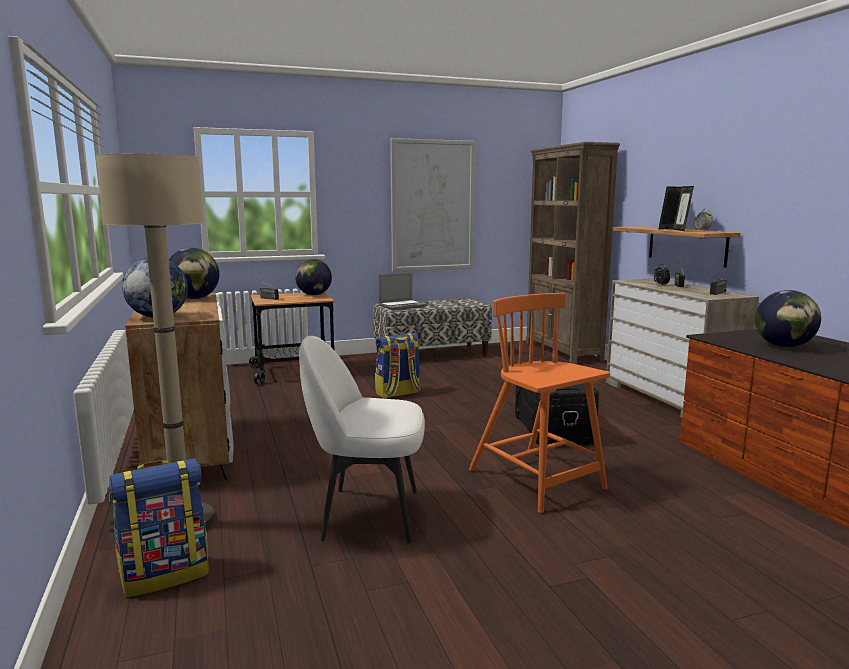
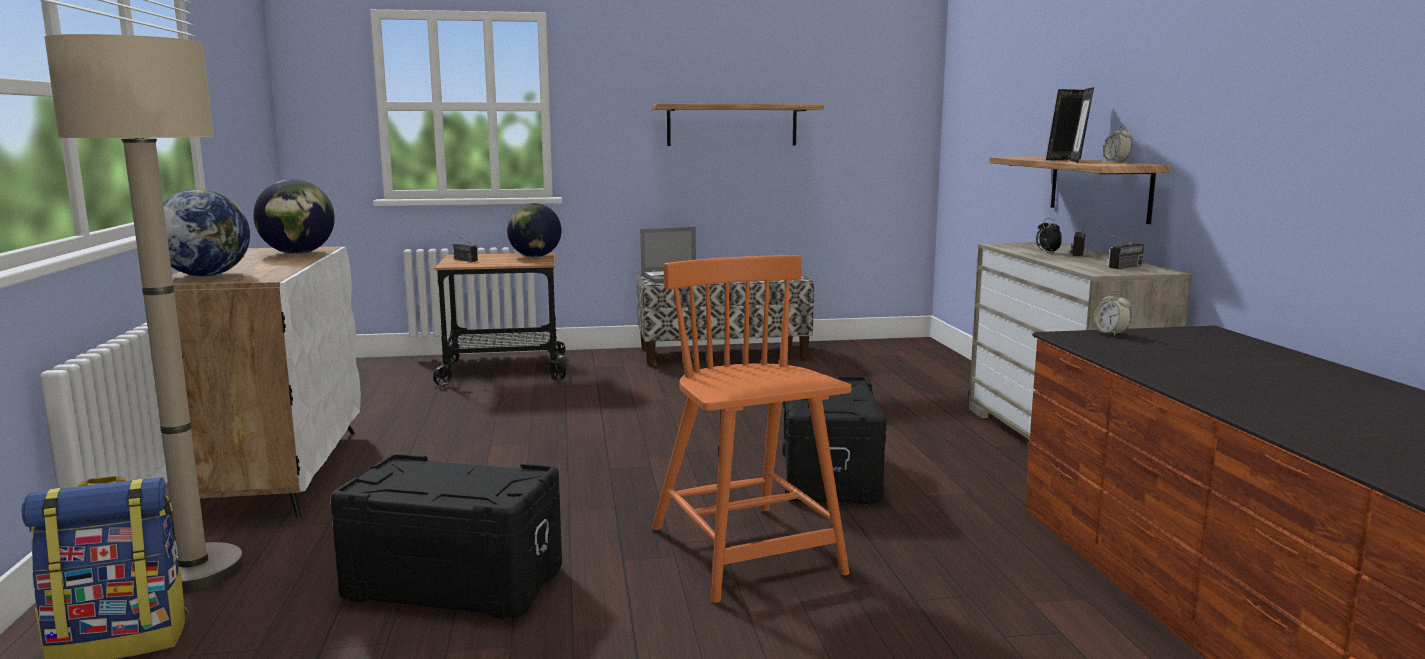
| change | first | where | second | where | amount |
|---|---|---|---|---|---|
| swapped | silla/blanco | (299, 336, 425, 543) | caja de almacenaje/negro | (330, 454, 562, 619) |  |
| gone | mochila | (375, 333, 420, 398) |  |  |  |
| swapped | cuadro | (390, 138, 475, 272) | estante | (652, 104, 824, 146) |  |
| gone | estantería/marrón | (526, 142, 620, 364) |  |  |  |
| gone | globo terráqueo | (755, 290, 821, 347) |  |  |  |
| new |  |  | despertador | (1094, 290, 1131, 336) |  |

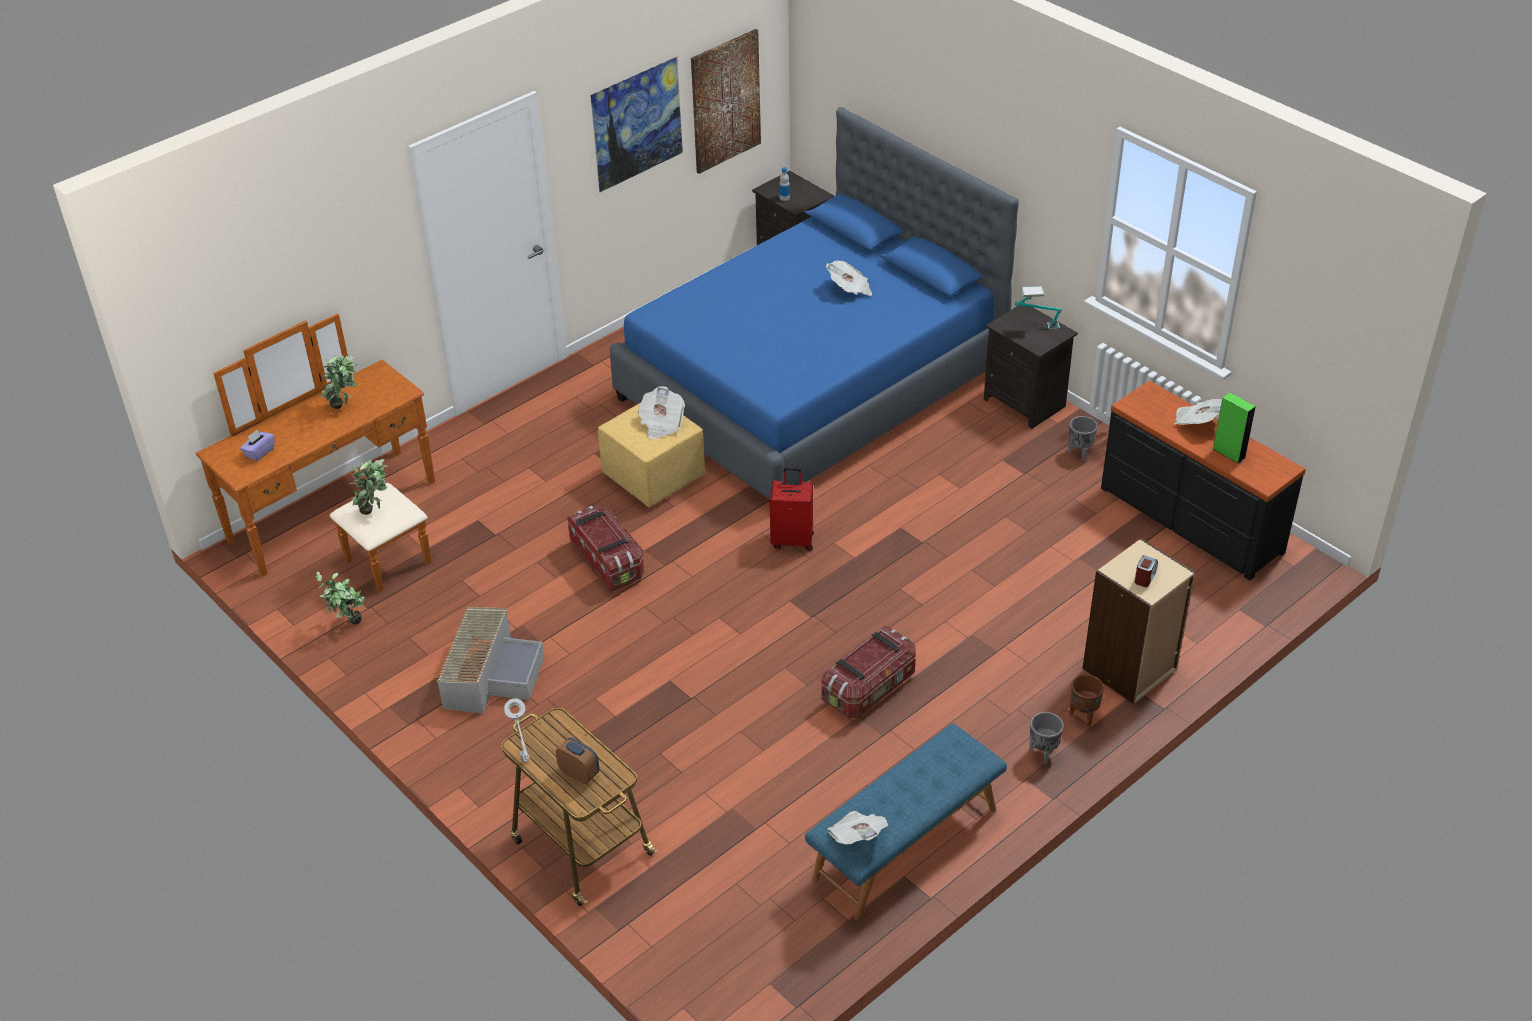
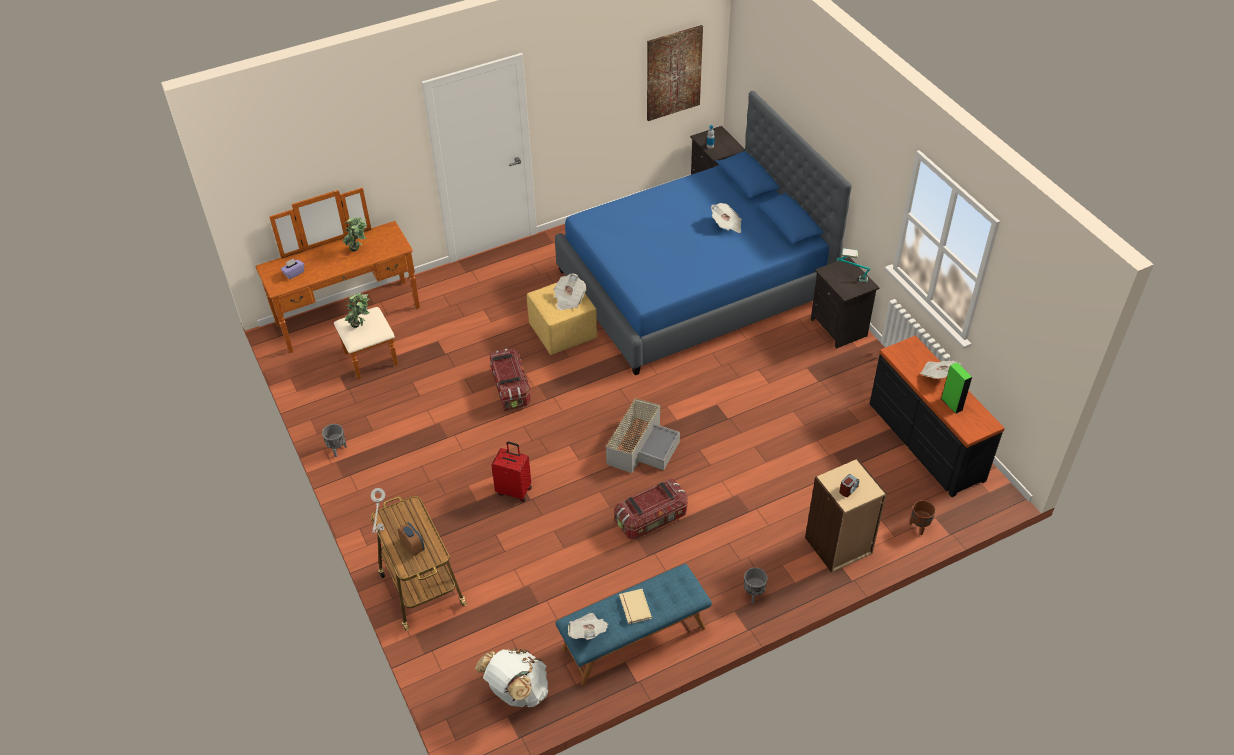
| change | first | where | second | where | amount |
|---|---|---|---|---|---|
| gone | planta en maceta | (316, 571, 365, 624) |  |  |  |
| shifted | caja de almacenaje/gris | (436, 607, 544, 713) |  | (606, 398, 680, 473) |  |
| gone | cuadro | (590, 57, 683, 193) |  |  |  |
| shifted | maleta/rojo | (770, 467, 814, 551) |  | (491, 442, 532, 502) |  |
| shifted | maceta/gris | (1068, 416, 1098, 461) |  | (322, 424, 347, 457) |  |
| shifted | maceta/marrón | (1070, 675, 1104, 726) |  | (910, 500, 936, 535) |  |
| new |  |  | mochila/blanco | (475, 648, 548, 707) |  |
| new |  |  | libro/beis | (619, 589, 652, 624) |  |

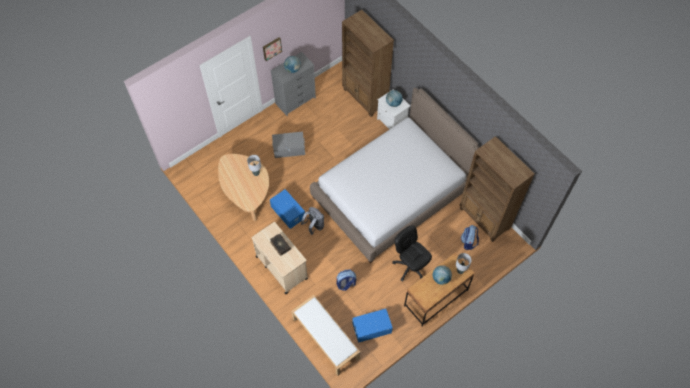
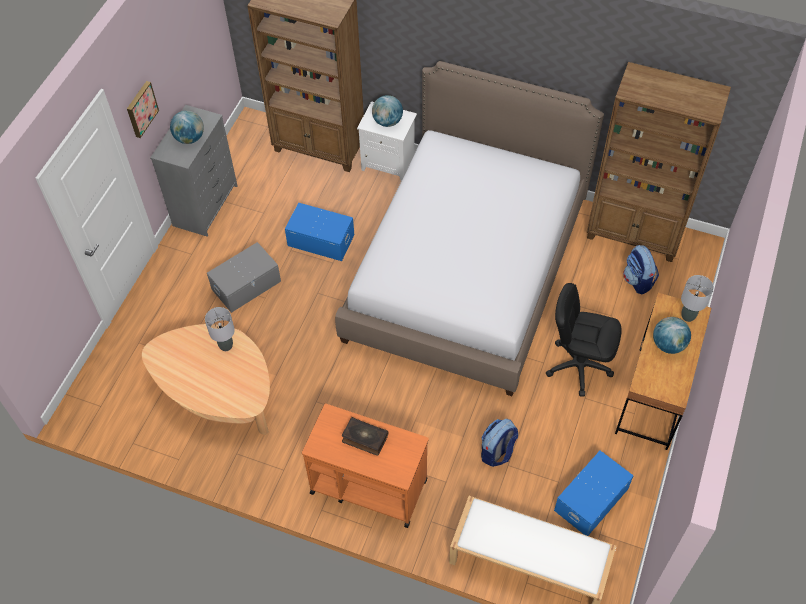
| change | first | where | second | where | amount |
|---|---|---|---|---|---|
| repainted | carrito/beis | (251, 222, 308, 294) | carrito/naranja | (302, 404, 429, 528) |  |
| shifted | caja de almacenaje/azul | (270, 189, 306, 229) |  | (285, 202, 354, 261) |  |
| gone | mochila/gris | (301, 207, 324, 235) |  |  |  |

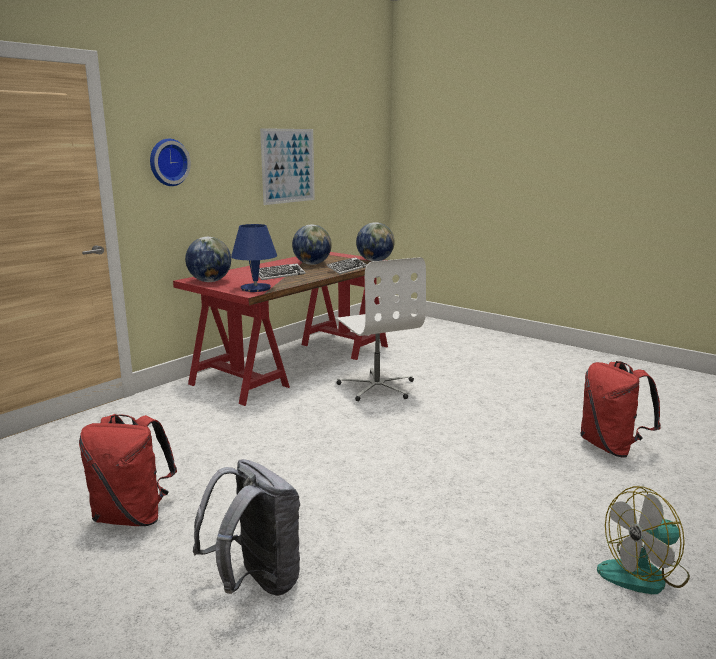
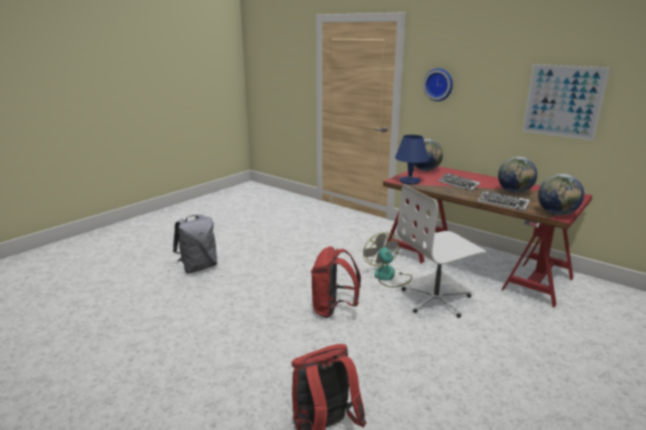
| change | first | where | second | where | amount |
|---|---|---|---|---|---|
| shifted | mochila/rojo | (79, 414, 177, 526) |  | (311, 246, 361, 318) |  |
| shifted | ventilador | (597, 486, 690, 594) |  | (363, 232, 412, 288) |  |

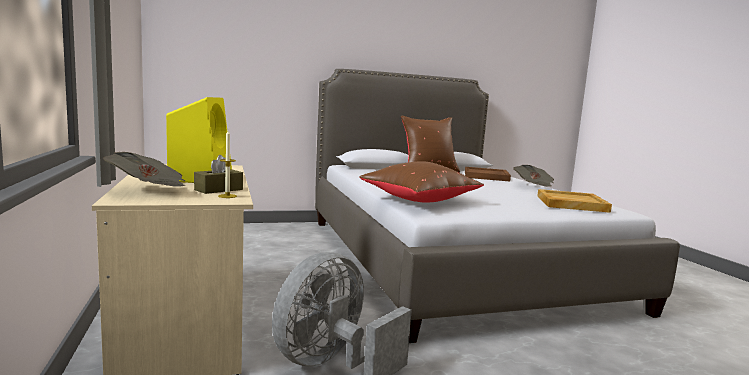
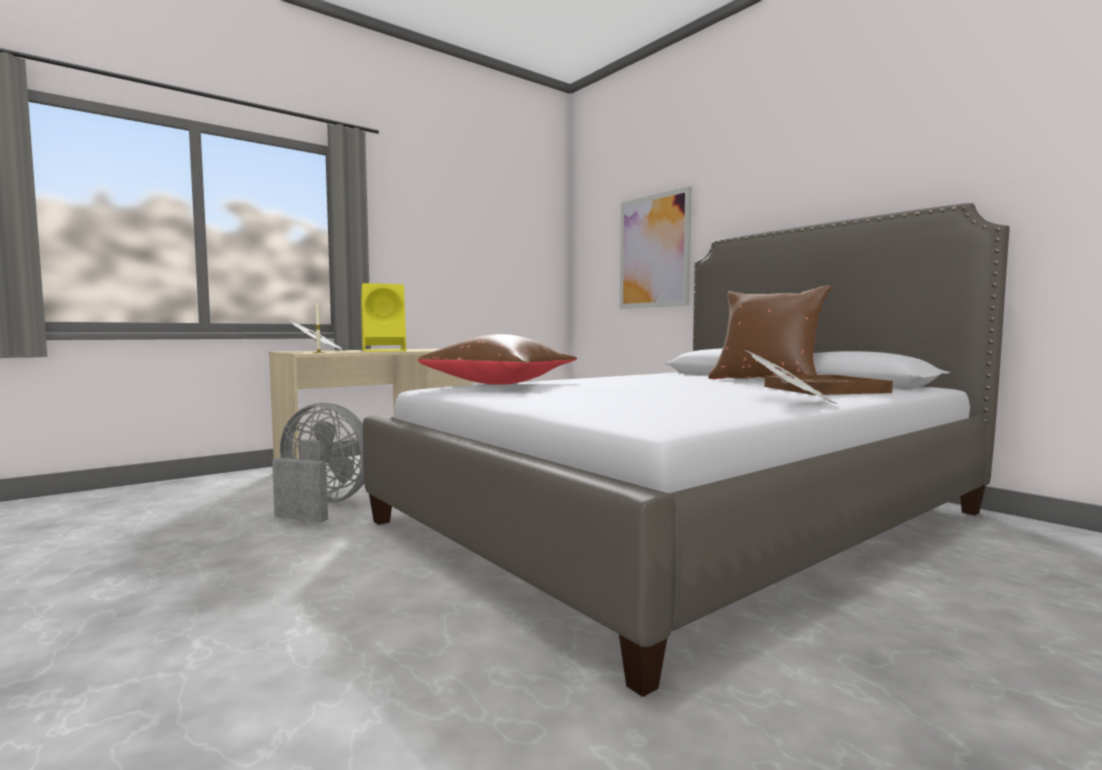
| change | first | where | second | where | amount |
|---|---|---|---|---|---|
| gone | caja de pañuelos/marrón | (194, 155, 243, 194) |  |  |  |
| gone | bandeja/beis | (537, 189, 612, 213) |  |  |  |
| new |  |  | cuadro | (620, 186, 692, 309) |  |

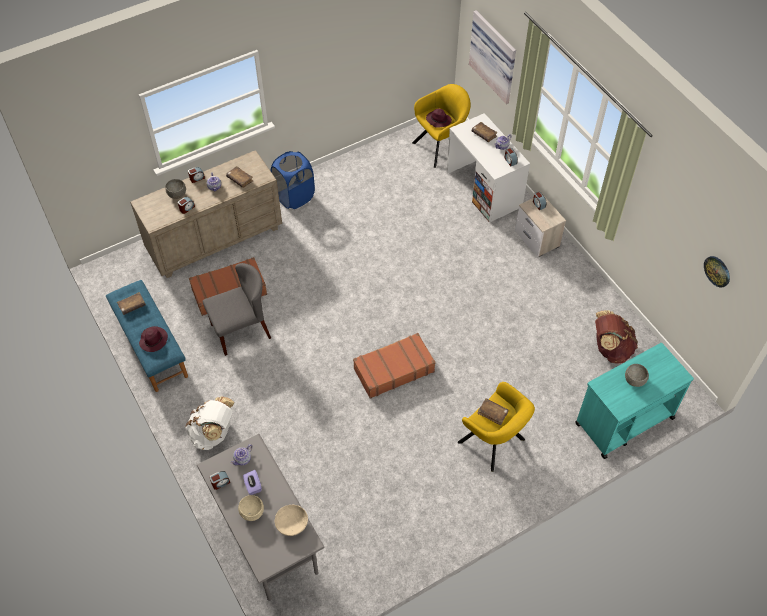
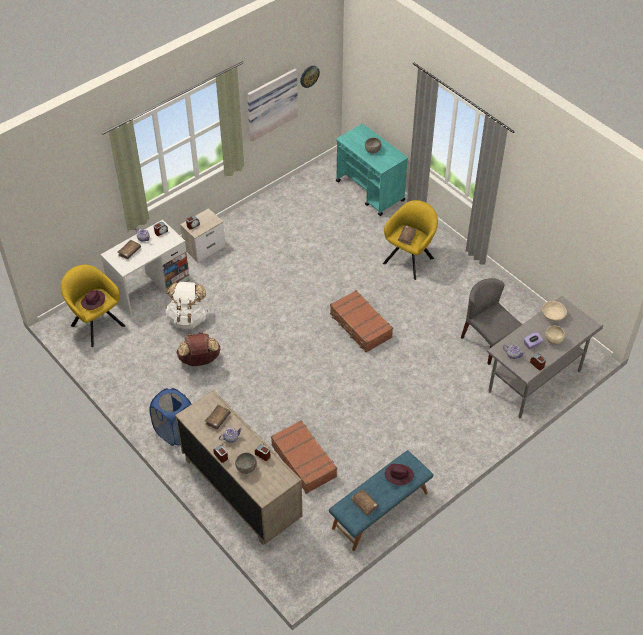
| change | first | where | second | where | amount |
|---|---|---|---|---|---|
| shifted | mochila/blanco | (185, 396, 234, 450) |  | (165, 282, 208, 329) |  |
| shifted | silla/gris | (203, 263, 271, 356) |  | (461, 278, 522, 365) |  |
| shifted | cuadro | (469, 10, 516, 104) |  | (247, 69, 298, 142) |  |
| shifted | mochila/marrón | (595, 310, 638, 364) |  | (177, 332, 221, 366) |  |

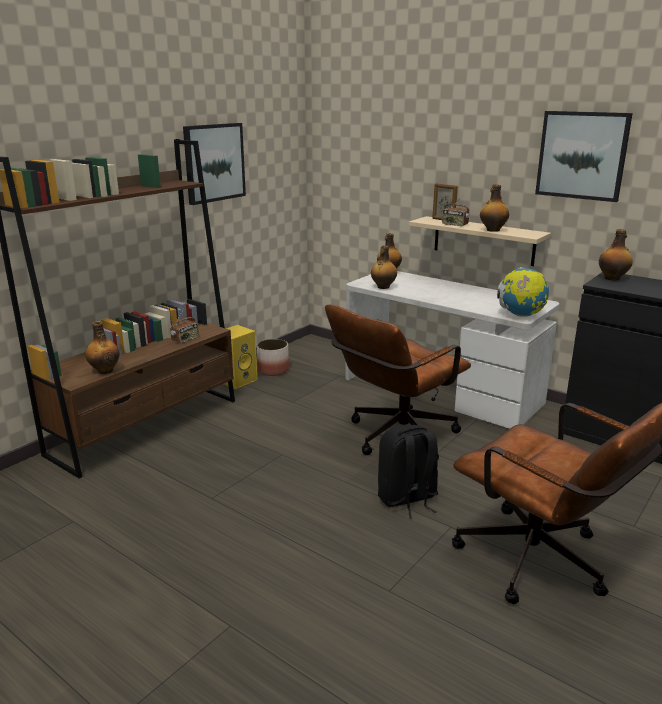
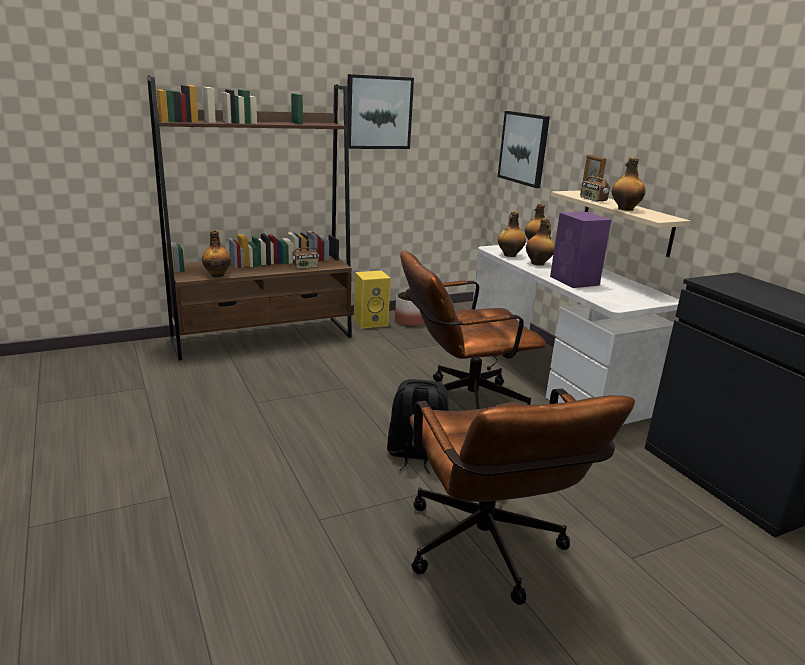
| change | first | where | second | where | amount |
|---|---|---|---|---|---|
| gone | globo terráqueo | (497, 267, 549, 317) |  |  |  |
| shifted | cuadro | (535, 111, 633, 202) |  | (498, 111, 550, 188) |  |
| shifted | botella | (599, 229, 633, 281) |  | (526, 218, 555, 266) |  |
| new |  |  | altavoz/morado | (550, 212, 611, 288) |  |

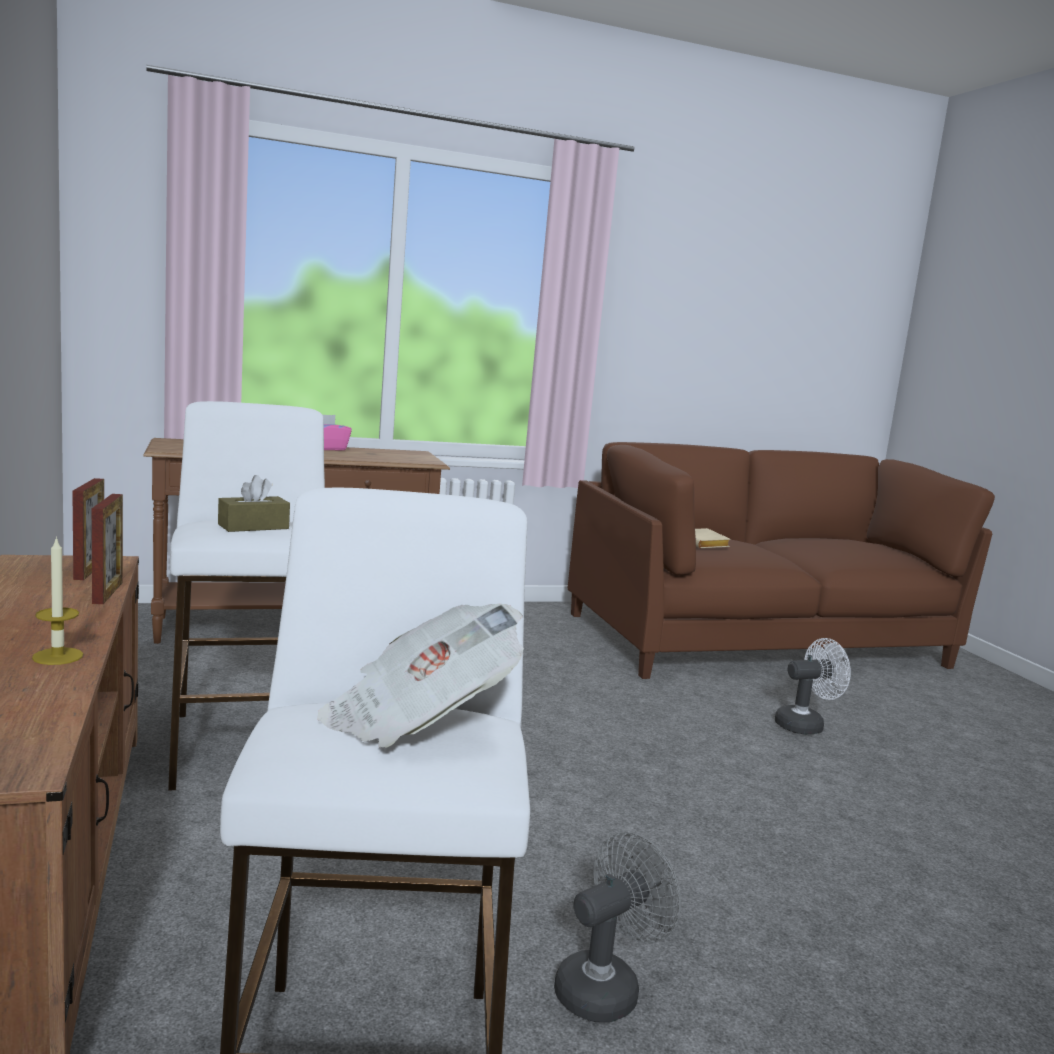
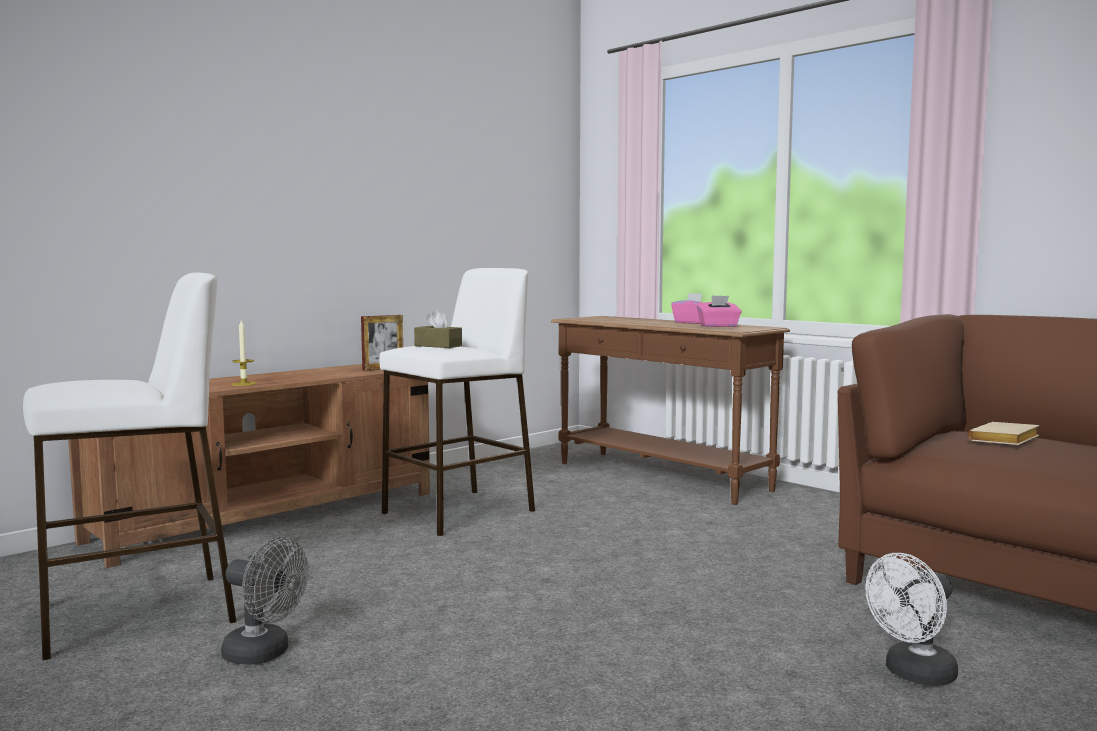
| change | first | where | second | where | amount |
|---|---|---|---|---|---|
| gone | portarretratos | (92, 494, 123, 604) |  |  |  |
| gone | periódico | (317, 604, 524, 748) |  |  |  |
| rotated | ventilador/blanco | (775, 638, 851, 734) |  | (865, 553, 958, 685) | 105 degrees clockwise |
| new |  |  | caja de pañuelos/rosa | (697, 295, 741, 327) |  |

